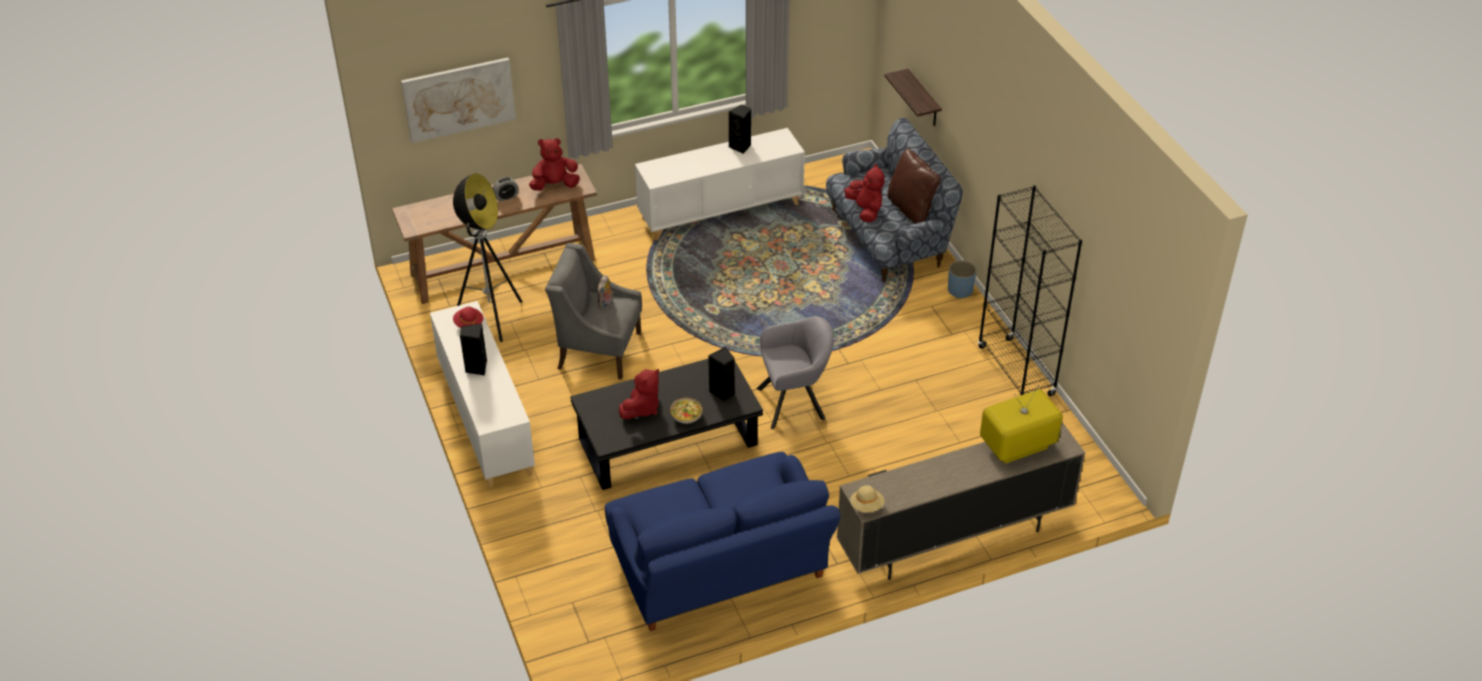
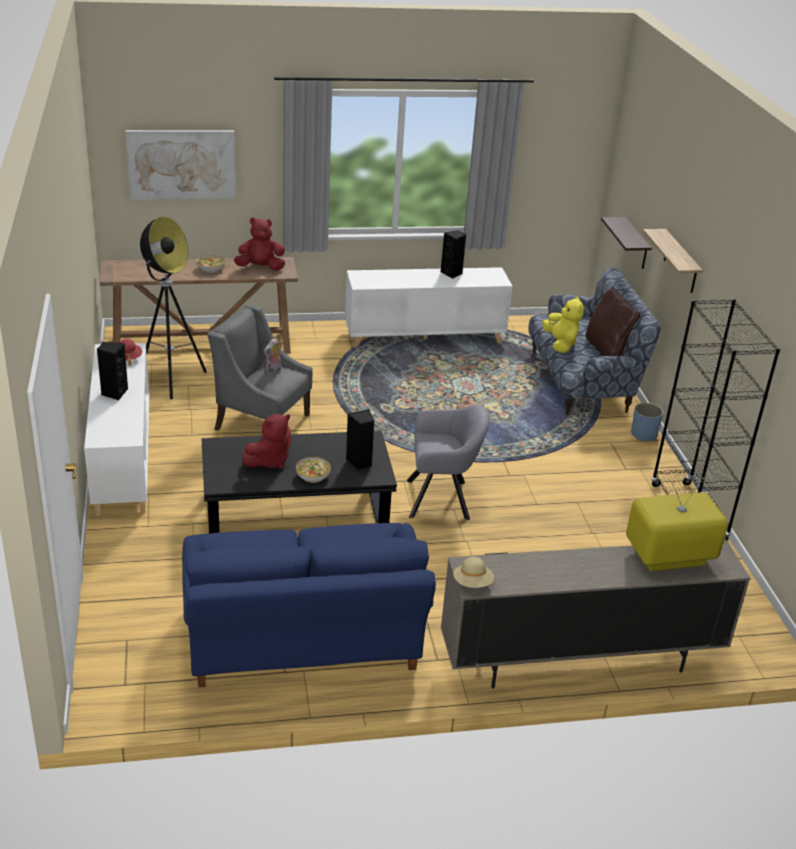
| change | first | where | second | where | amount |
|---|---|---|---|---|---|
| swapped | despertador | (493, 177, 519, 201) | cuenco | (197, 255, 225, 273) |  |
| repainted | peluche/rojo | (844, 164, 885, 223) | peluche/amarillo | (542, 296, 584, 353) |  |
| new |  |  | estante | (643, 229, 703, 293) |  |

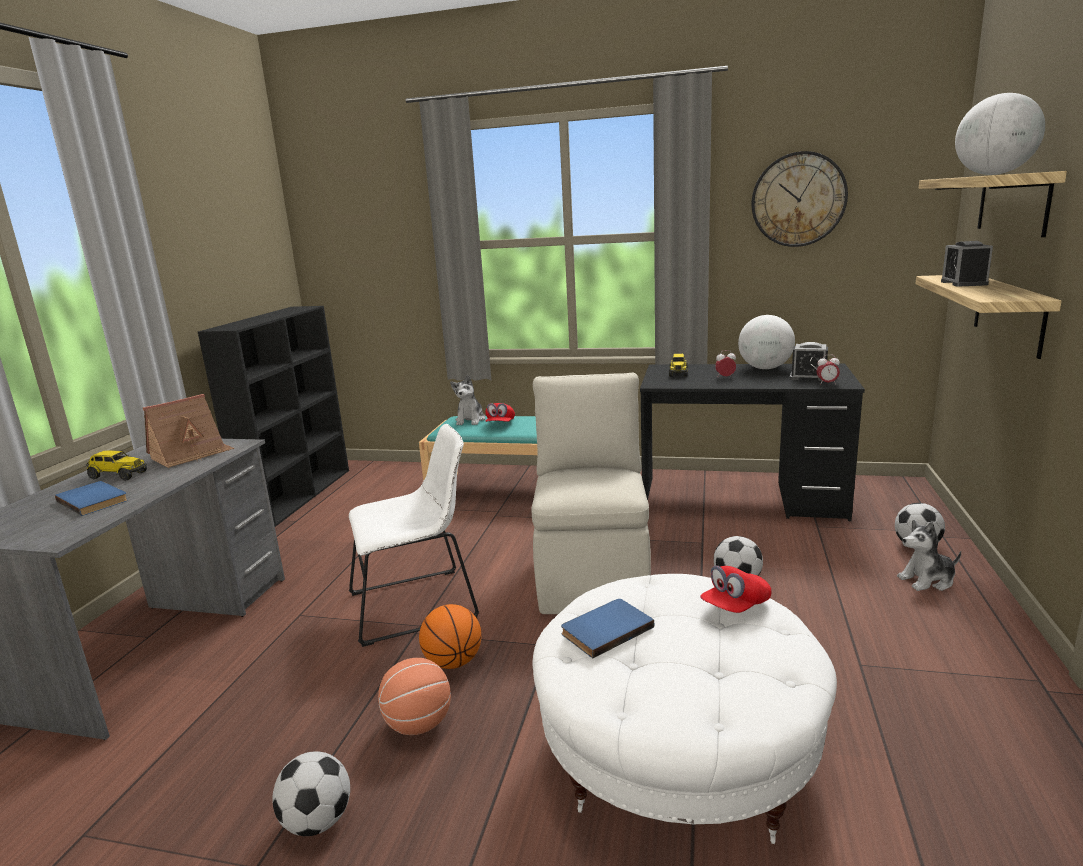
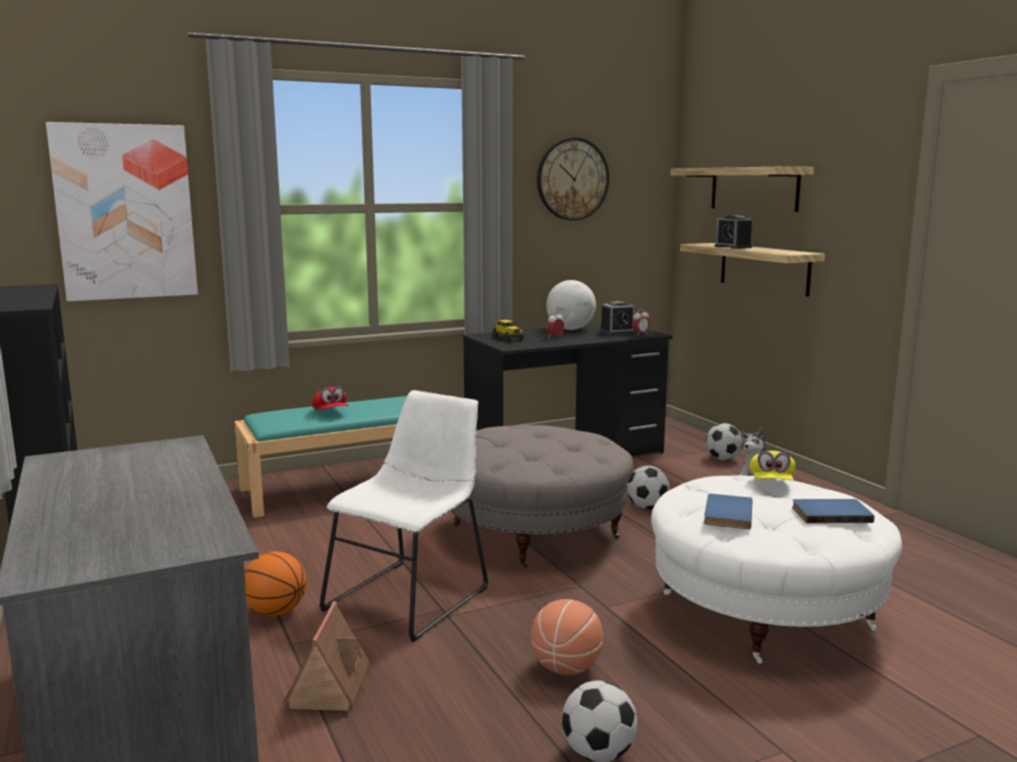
| change | first | where | second | where | amount |
|---|---|---|---|---|---|
| shifted | libro/azul | (55, 481, 128, 516) |  | (792, 499, 875, 523) |  |
| gone | camión de juguete | (86, 450, 147, 481) |  |  |  |
| shifted | casita | (143, 394, 234, 468) |  | (284, 602, 370, 711) |  |
| shifted | balón de baloncesto | (419, 604, 482, 669) |  | (245, 552, 306, 616) |  |
| gone | peluche | (450, 375, 485, 425) |  |  |  |
| swapped | silla/beis | (531, 373, 651, 614) | puf/gris | (451, 425, 633, 568) |  |
| repainted | gorra/rojo | (700, 566, 771, 613) | gorra/amarillo | (749, 451, 796, 481) |  |
| gone | globo terráqueo | (955, 93, 1045, 175) |  |  |  |
| new |  |  | cuadro | (46, 122, 198, 302) |  |

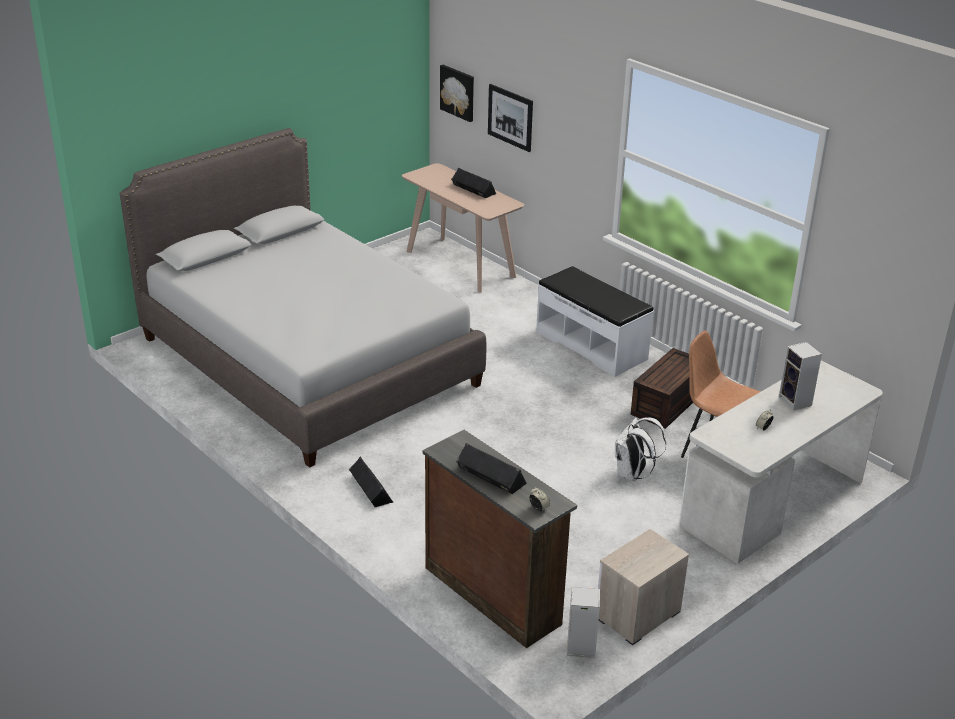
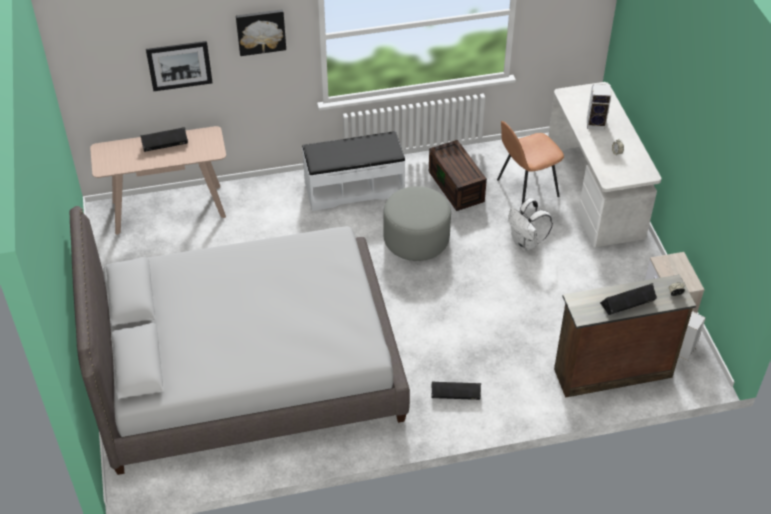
| change | first | where | second | where | amount |
|---|---|---|---|---|---|
| shifted | cuadro | (440, 65, 474, 122) |  | (236, 9, 286, 56) |  |
| new |  |  | puf/gris | (383, 186, 451, 261) |  |

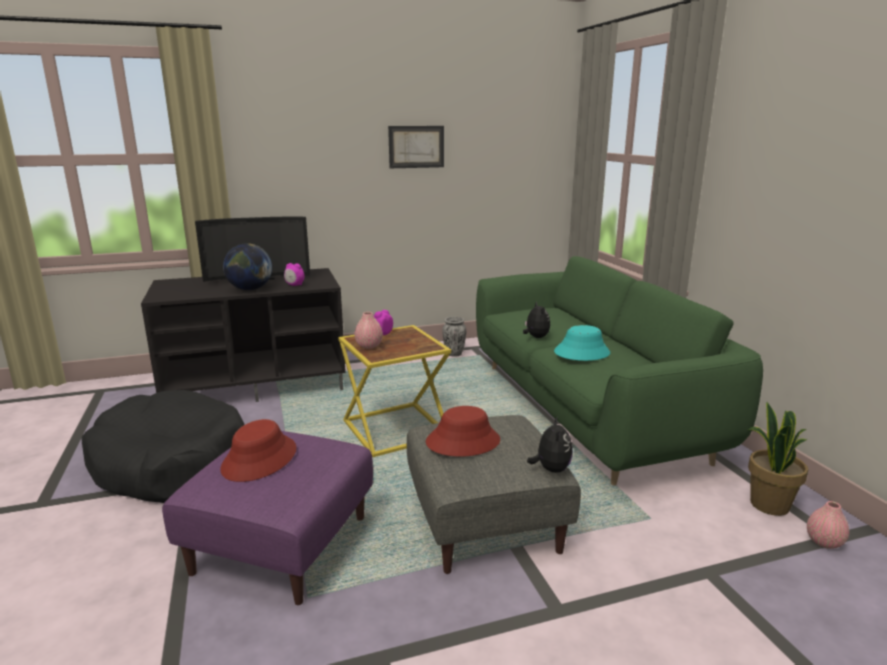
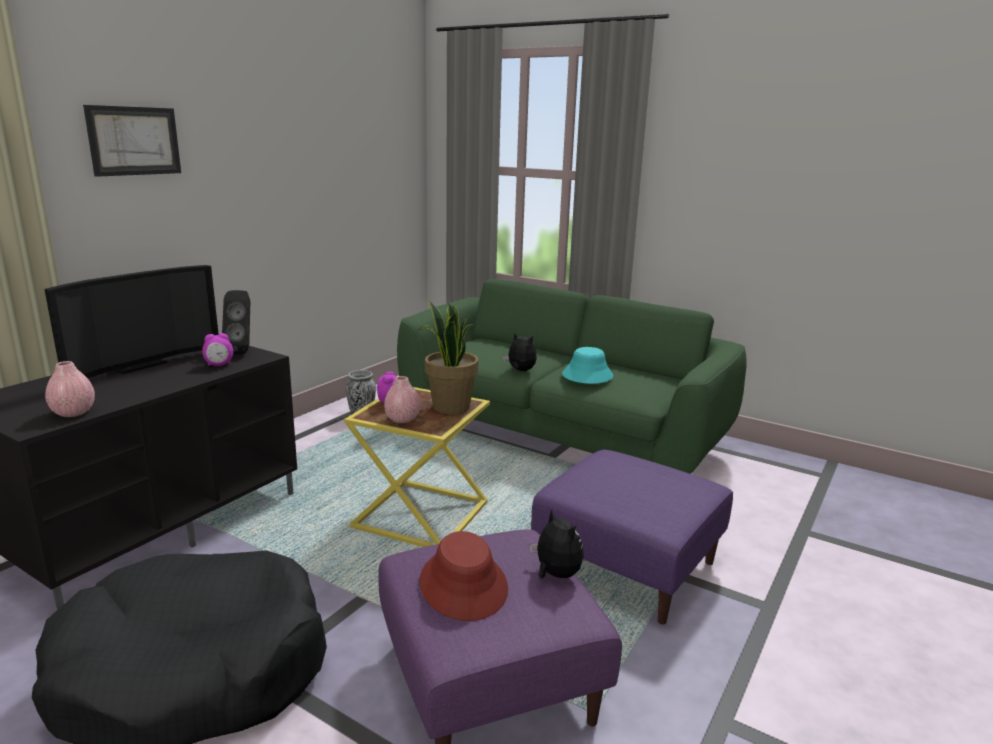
| change | first | where | second | where | amount |
|---|---|---|---|---|---|
| gone | globo terráqueo | (223, 243, 272, 290) |  |  |  |
| shifted | cuadro | (388, 126, 444, 168) |  | (83, 105, 181, 177) |  |
| repainted | puf/gris | (407, 415, 581, 574) | puf/morado | (531, 450, 733, 624) |  |
| gone | sombrero/rojo | (426, 406, 500, 457) |  |  |  |
| shifted | peluche | (527, 417, 573, 473) |  | (530, 509, 584, 578) |  |
| shifted | planta en maceta | (748, 402, 808, 516) |  | (419, 301, 478, 414) |  |
| shifted | florero/rosa | (807, 501, 849, 549) |  | (45, 361, 95, 417) |  |
| new |  |  | altavoz/negro | (222, 290, 250, 354) |  |

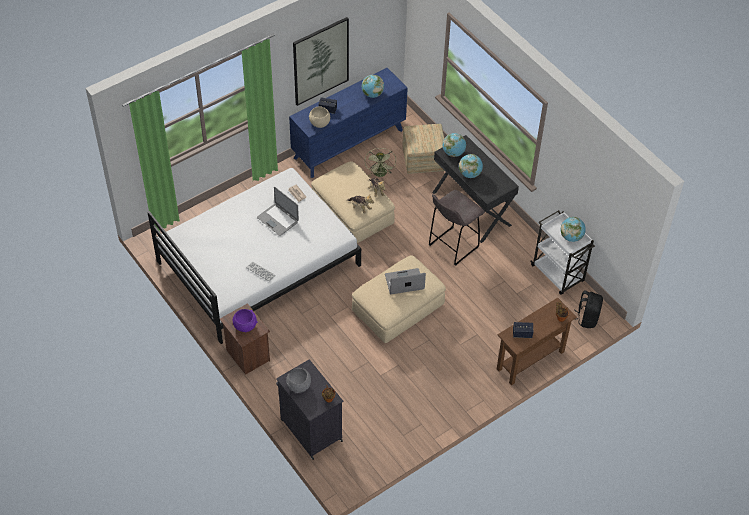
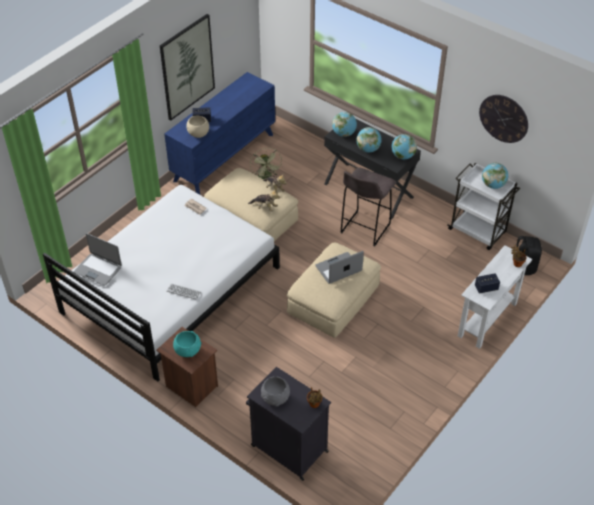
| change | first | where | second | where | amount |
|---|---|---|---|---|---|
| repainted | cuenco/morado | (233, 309, 257, 332) | cuenco/turquesa | (173, 331, 202, 357) |  |
| shifted | portátil | (257, 187, 299, 236) |  | (74, 233, 122, 286) |  |
| shifted | globo terráqueo | (362, 75, 384, 98) |  | (392, 134, 417, 159) |  |
| gone | puf | (402, 124, 444, 174) |  |  |  |
| repainted | mesa consola/marrón | (497, 298, 577, 385) | mesa consola/blanco | (458, 245, 532, 349) |  |
| new |  |  | reloj de pared | (479, 95, 528, 143) |  |

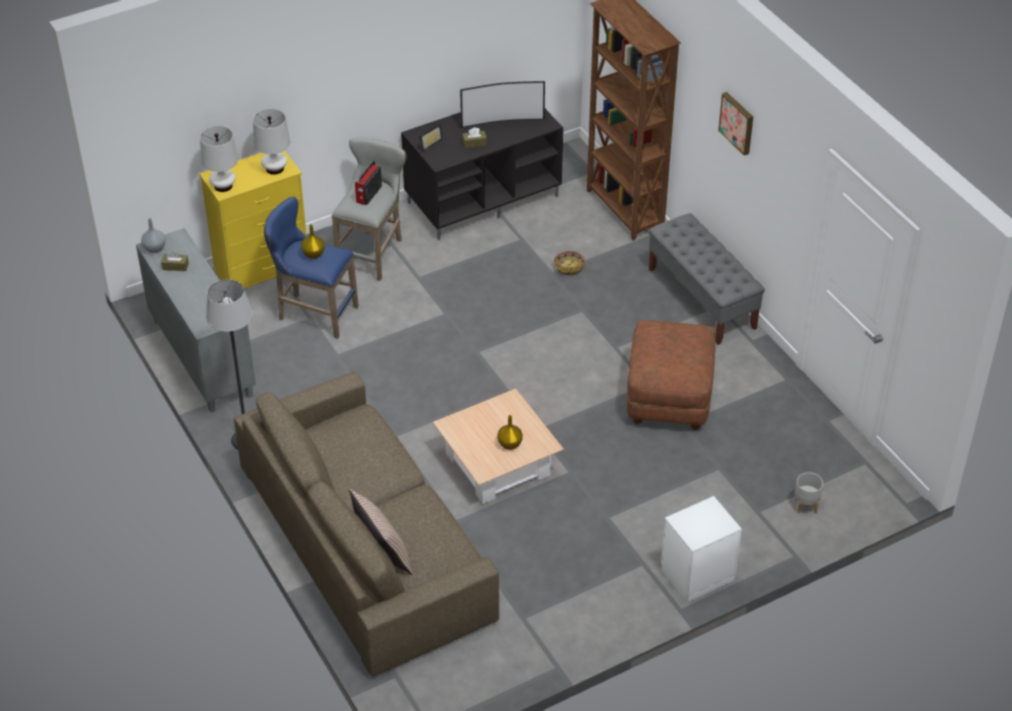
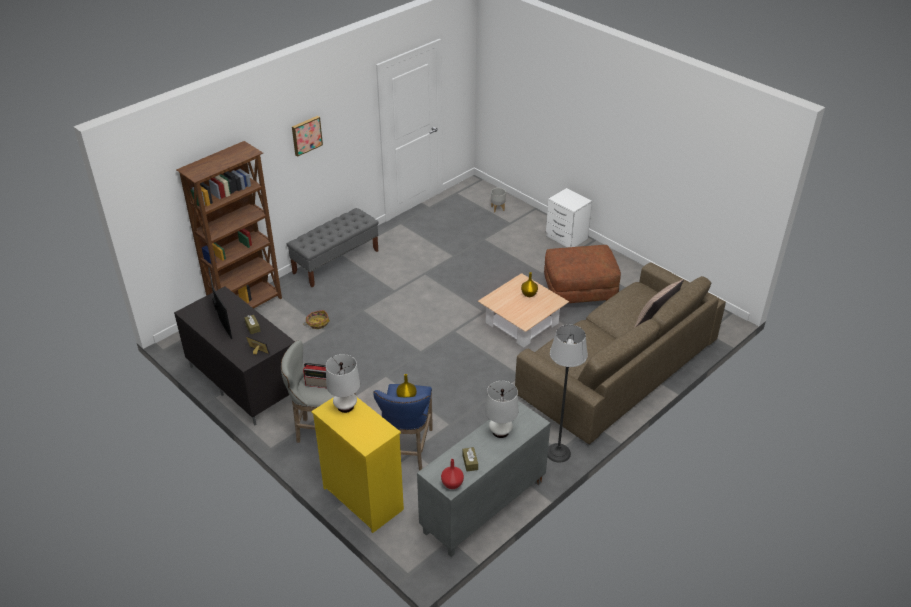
| change | first | where | second | where | amount |
|---|---|---|---|---|---|
| repainted | florero/gris | (141, 218, 166, 253) | florero/rojo | (441, 459, 464, 489) |  |
| shifted | lámpara de mesa/blanco | (200, 126, 238, 192) |  | (485, 381, 518, 438) |  |
| shifted | puf/marrón | (627, 320, 716, 430) |  | (544, 245, 621, 303) |  |

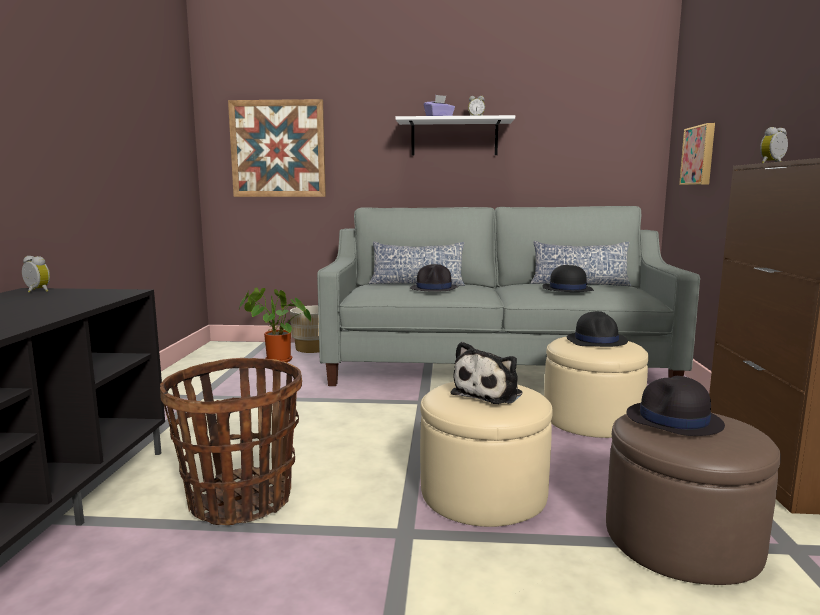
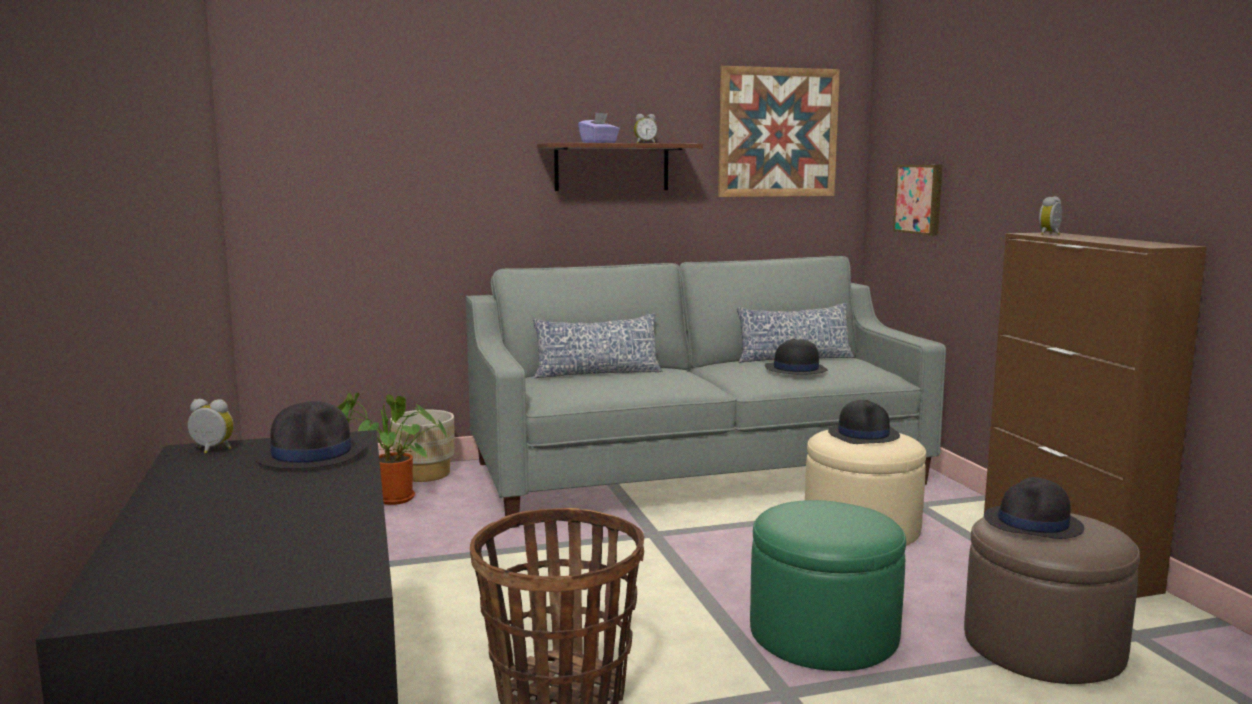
| change | first | where | second | where | amount |
|---|---|---|---|---|---|
| shifted | cuadro | (228, 99, 326, 197) |  | (718, 66, 840, 197) |  |
| repainted | estante/blanco | (395, 115, 515, 156) | estante/marrón | (537, 143, 703, 191) |  |
| shifted | sombrero/negro | (409, 264, 458, 292) |  | (255, 401, 367, 469) |  |
| repainted | puf/beis | (420, 382, 553, 527) | puf/verde | (750, 500, 906, 671) |  |
| gone | peluche | (451, 342, 522, 404) |  |  |  |

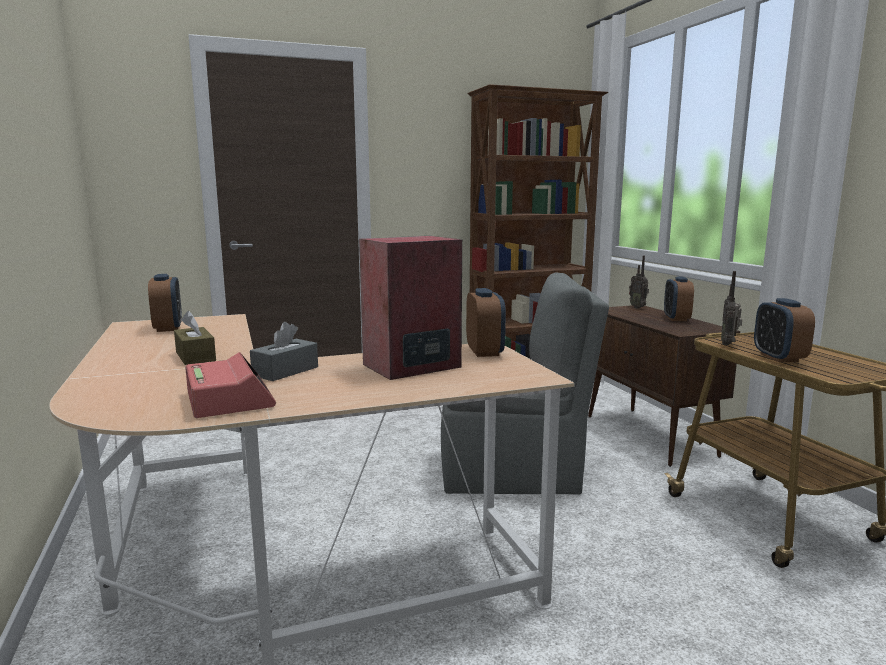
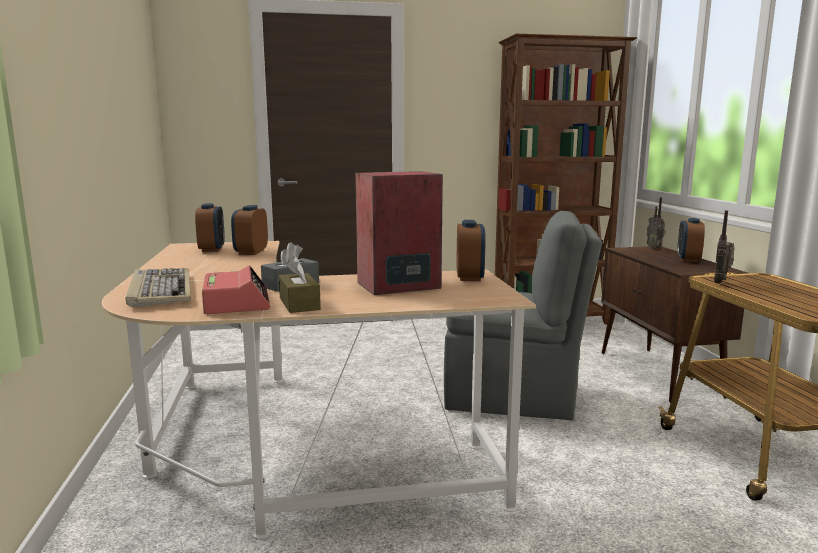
| change | first | where | second | where | amount |
|---|---|---|---|---|---|
| shifted | caja de pañuelos/marrón | (174, 311, 216, 365) |  | (279, 256, 321, 313) |  |
| shifted | despertador | (754, 298, 815, 362) |  | (231, 205, 268, 255) |  |
| new |  |  | teclado | (125, 268, 191, 308) |  |

